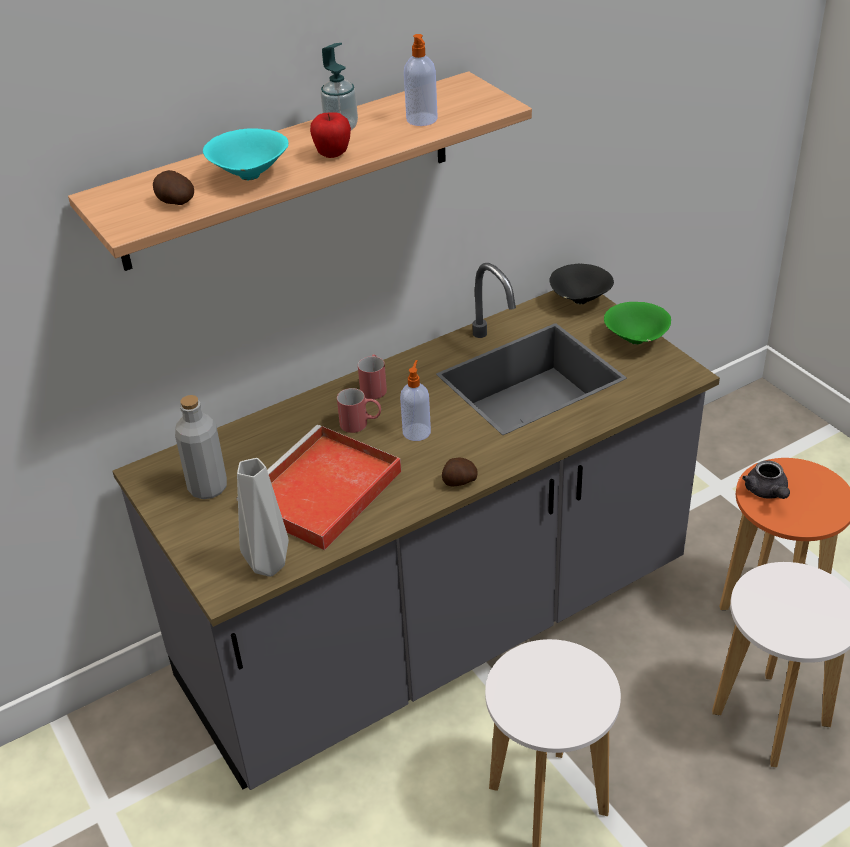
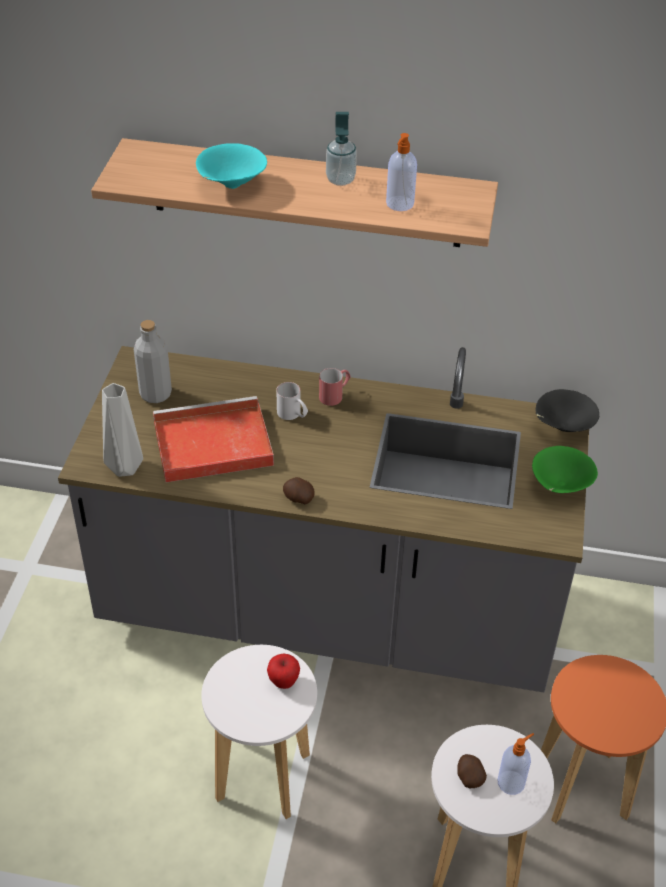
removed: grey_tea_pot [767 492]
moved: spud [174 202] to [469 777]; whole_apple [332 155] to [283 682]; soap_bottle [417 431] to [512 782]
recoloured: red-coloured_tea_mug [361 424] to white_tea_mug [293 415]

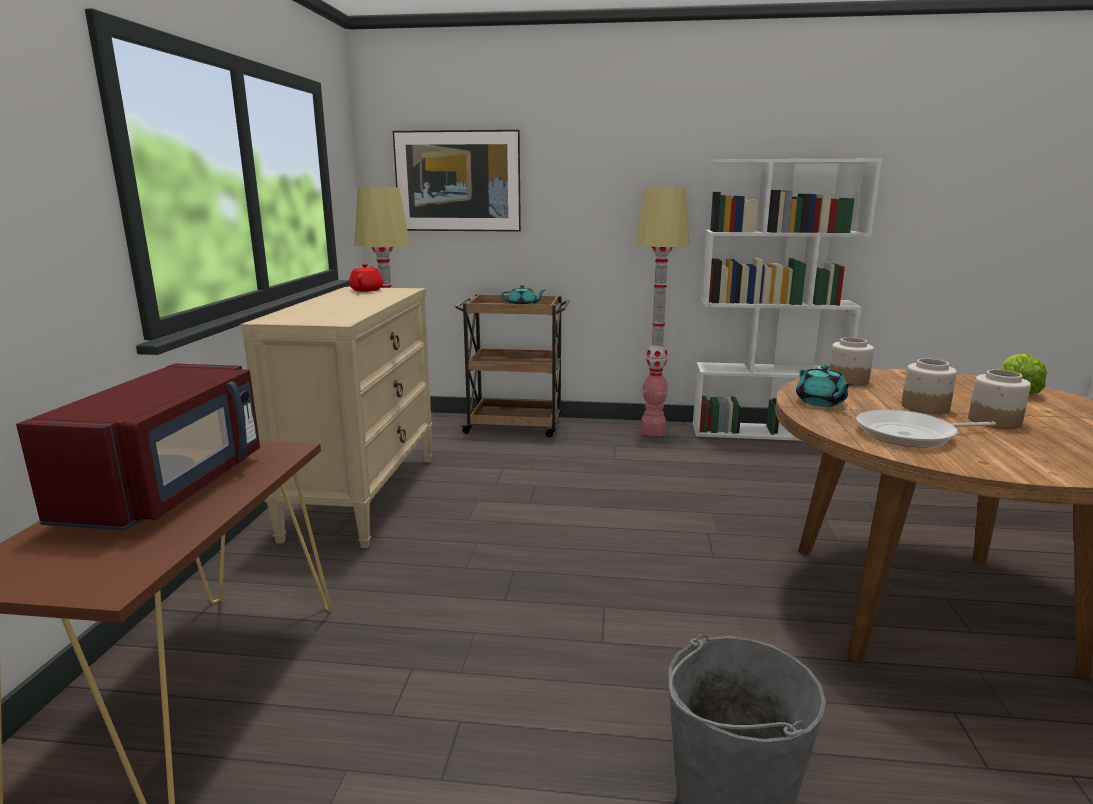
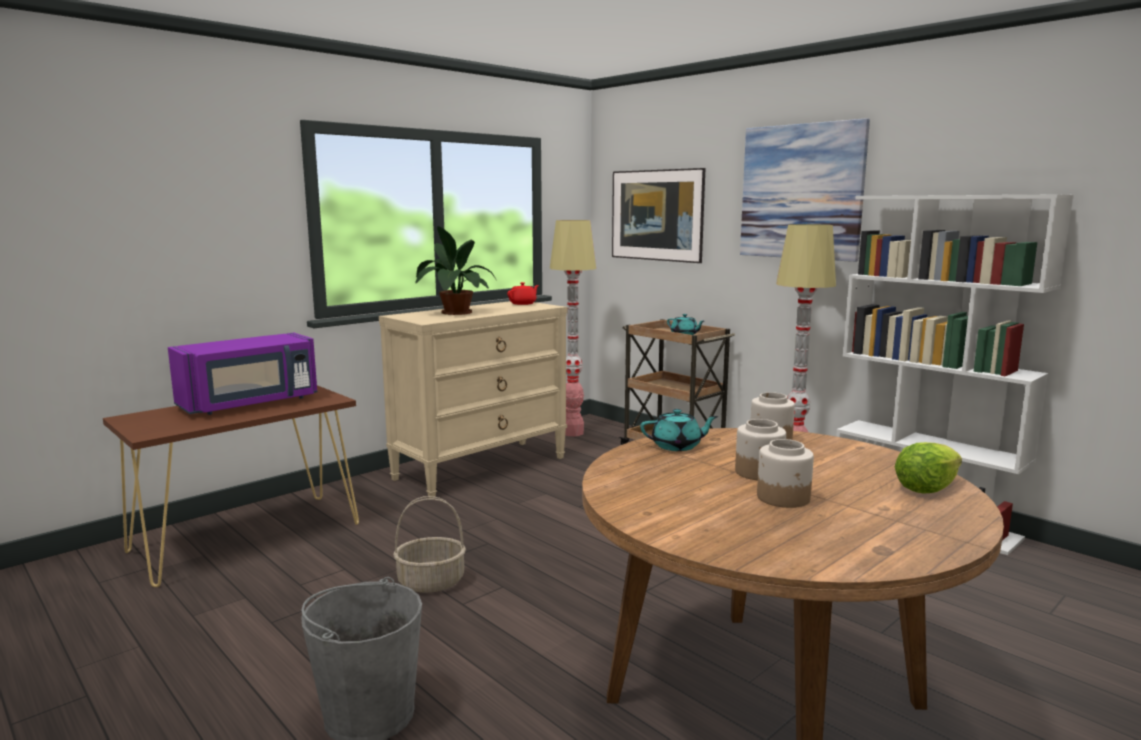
removed: pan [910 435]
added: basket [431 582]; potted_plant [454 312]; wall_picture [801 192]
recoloured: red-coloured_microwave_oven [170 488] to purple-coloured_microwave_oven [250 403]
turned: turquoise_tea_pot [821 402] = [677 446] 120 degrees counterclockwise

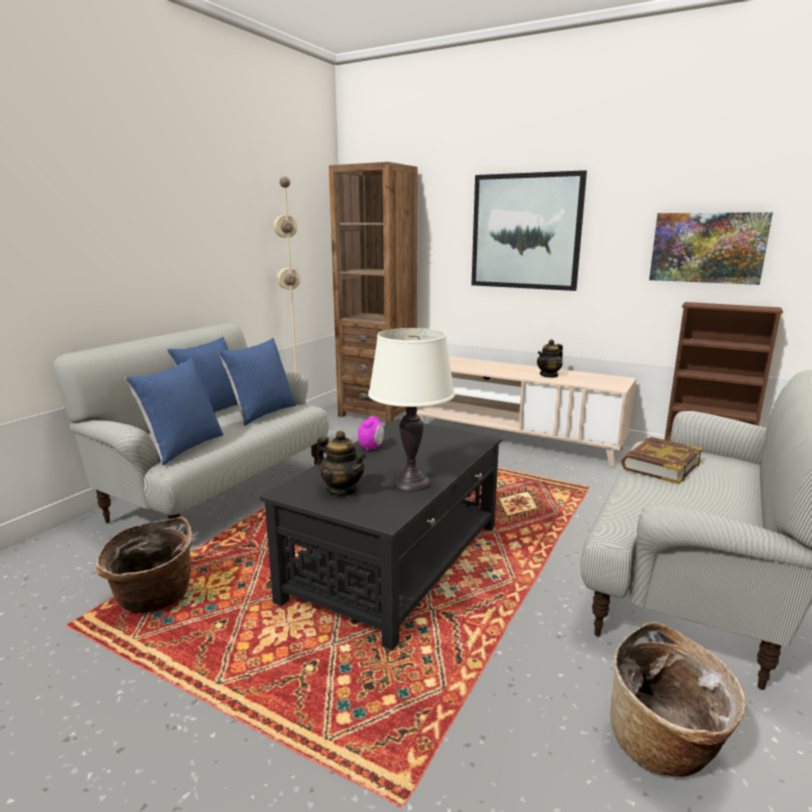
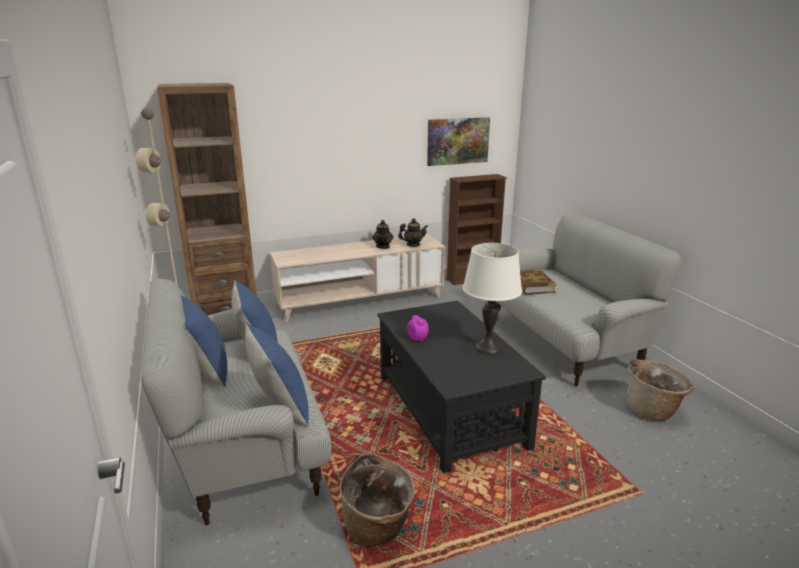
removed: wall_picture [526 232]
moved: tea_pot [342 490] to [413 245]

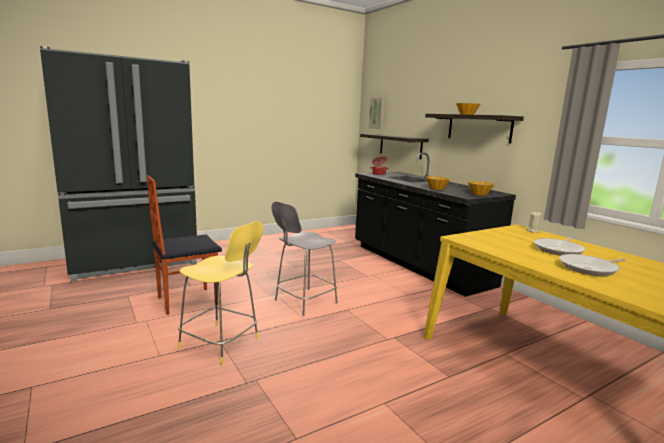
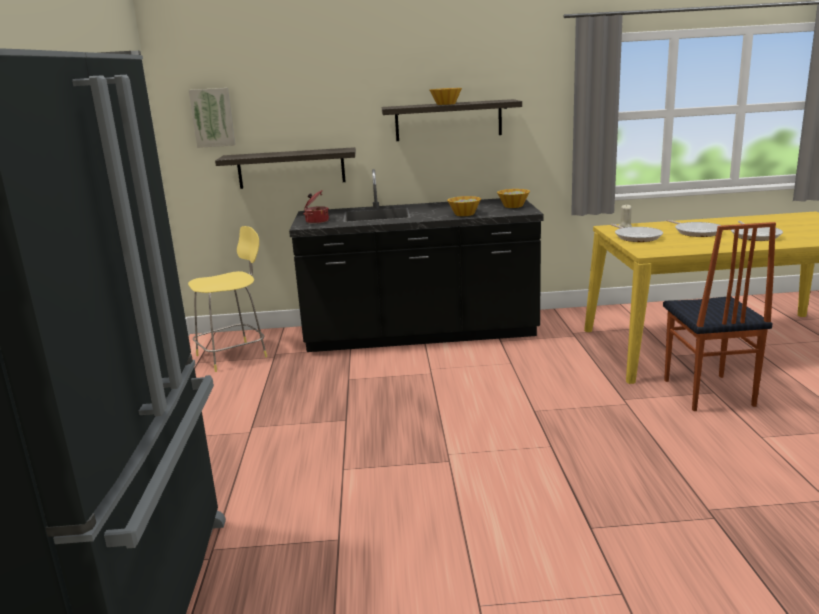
removed: grey_stool_seat [304 302]
added: pan [636 237]
moved: upright_chair [186 301] to [707 393]; yellowish_stool_seat [221 344] to [234 355]

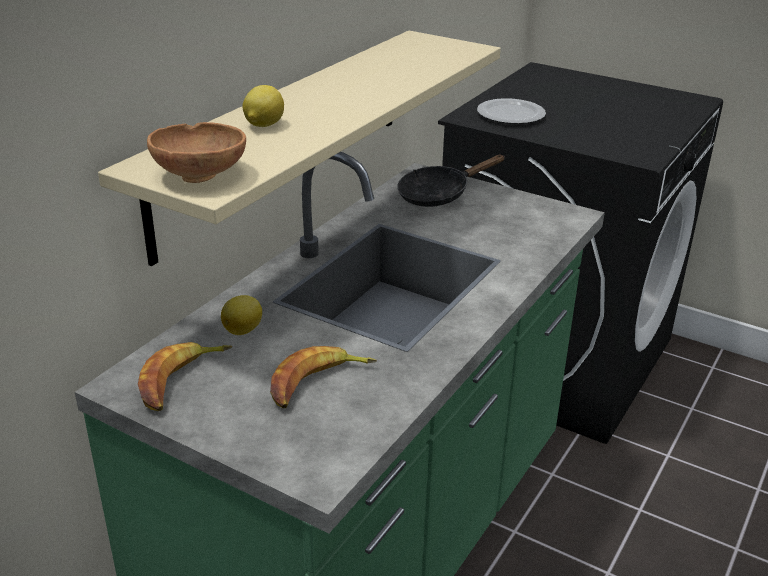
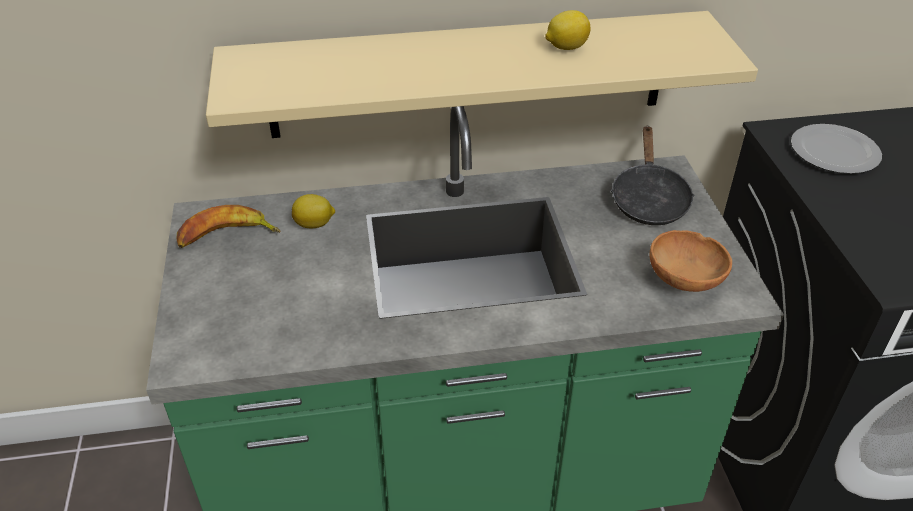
removed: banana [317 383]
moved: brownish_bowl [202 175] to [686 280]; lemon [263 125] to [566 47]
turned: blackish_pan [439 194] = [648 199] 105 degrees counterclockwise

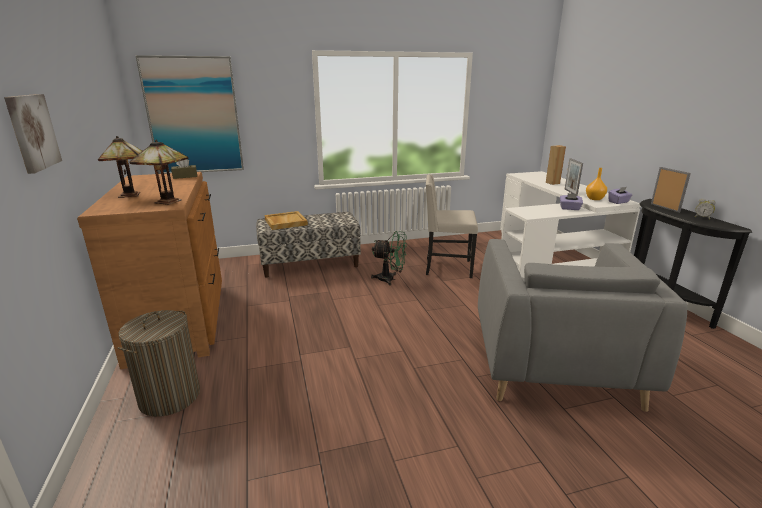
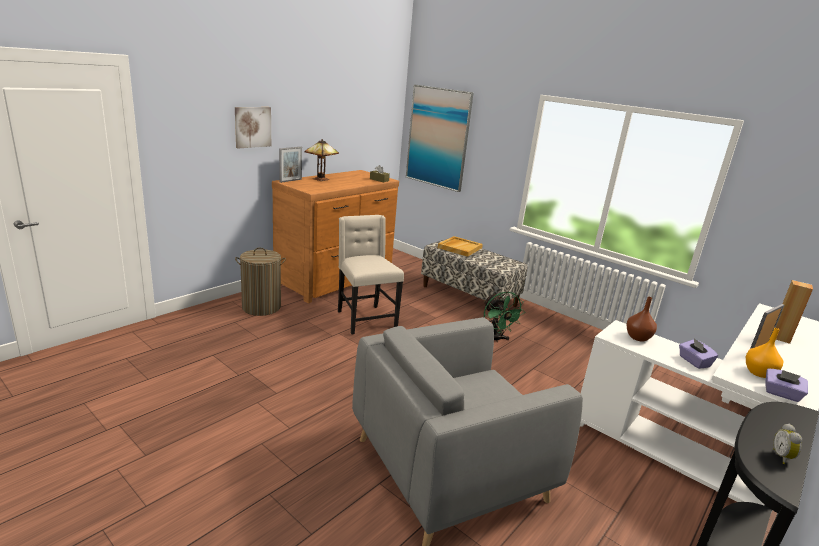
removed: lamp_for_a_table [168 202]
added: brownish_flower_vase [637 337]
moved: sand-coloured_upright_chair [447 268] to [365 319]; photo_frame [665 208] to [290 180]

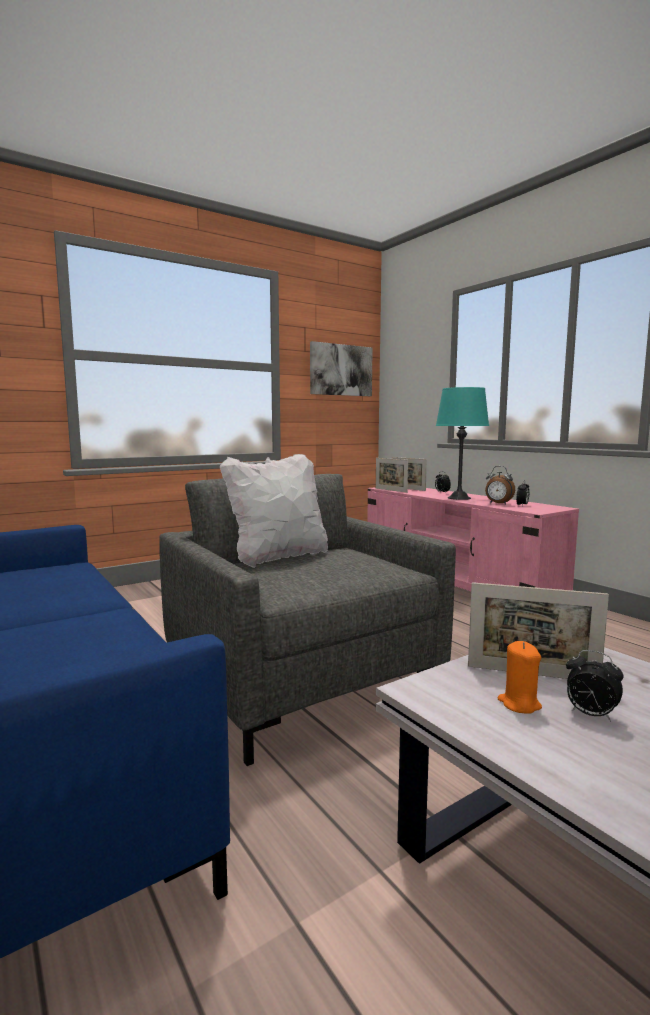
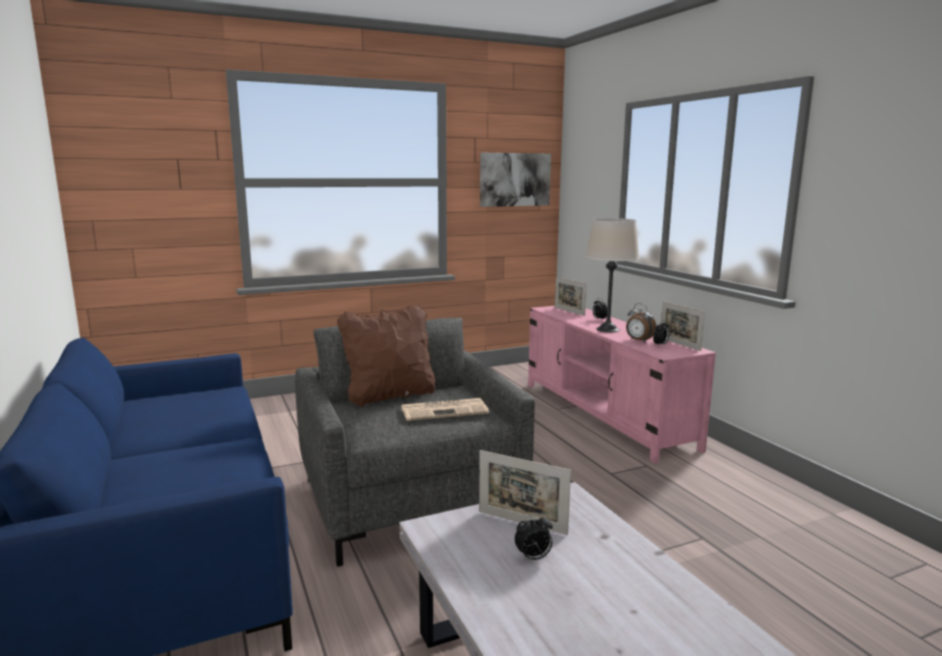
removed: orange-coloured_candle [519 704]
added: newspaper [445 410]
moved: photo_frame [391 490] to [679 344]
recoloured: white_pillow [278 557] to brownish_pillow [390 396]; turquoise_lamp_for_a_table [459 498] to sand-coloured_lamp_for_a_table [607 329]
turned: alarm_clock [590 715] = [533 558] 60 degrees counterclockwise

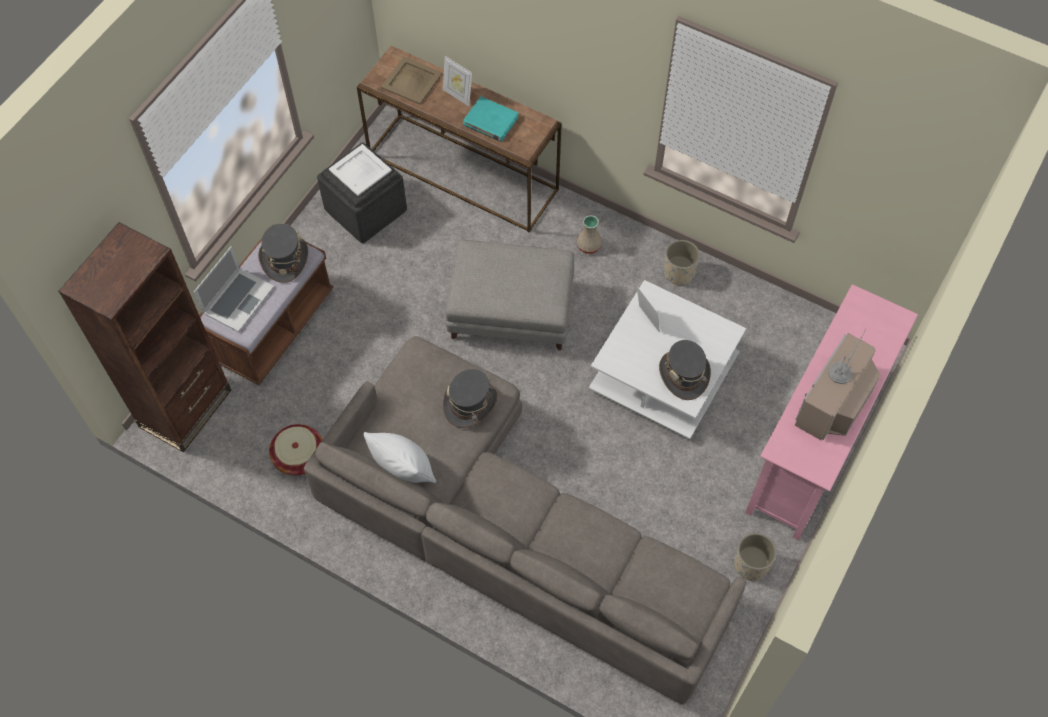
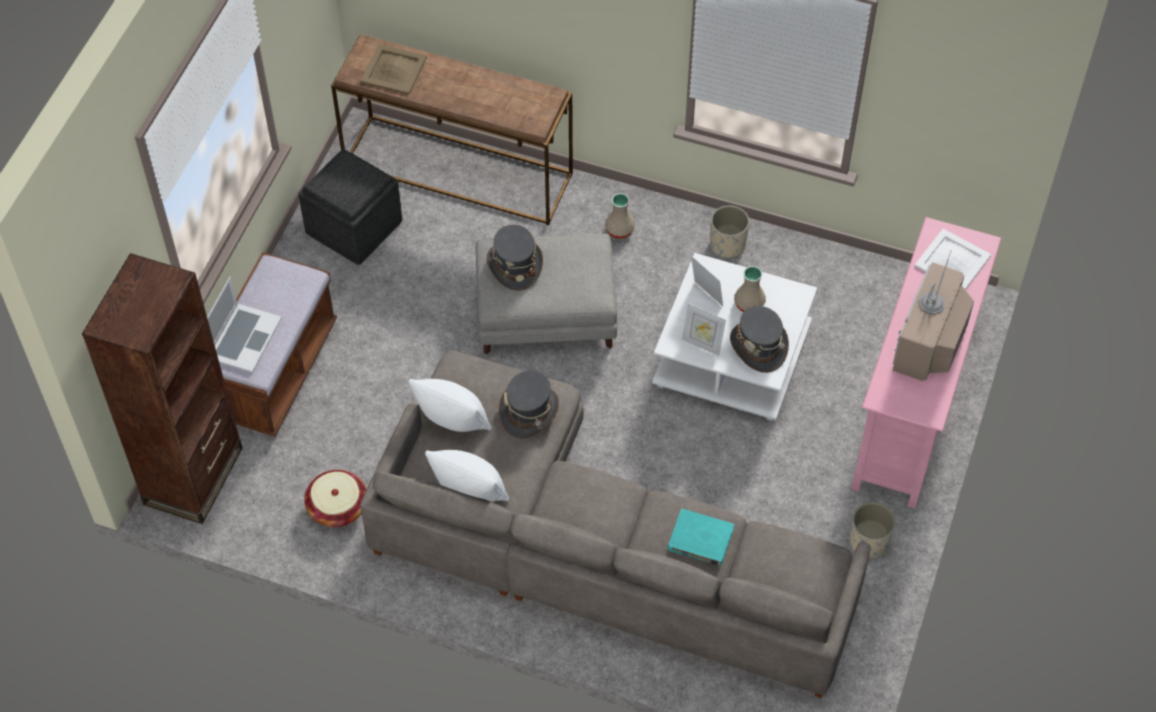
added: white_pillow [452 422]; sand-coloured_flower_vase [750 303]
moved: grey_wearable_hat [284 259] to [514 265]; white_carrying_tray [359 170] to [951 261]; photo_frame [458 95] to [702 344]; turquoise_volume [490 121] to [700 540]

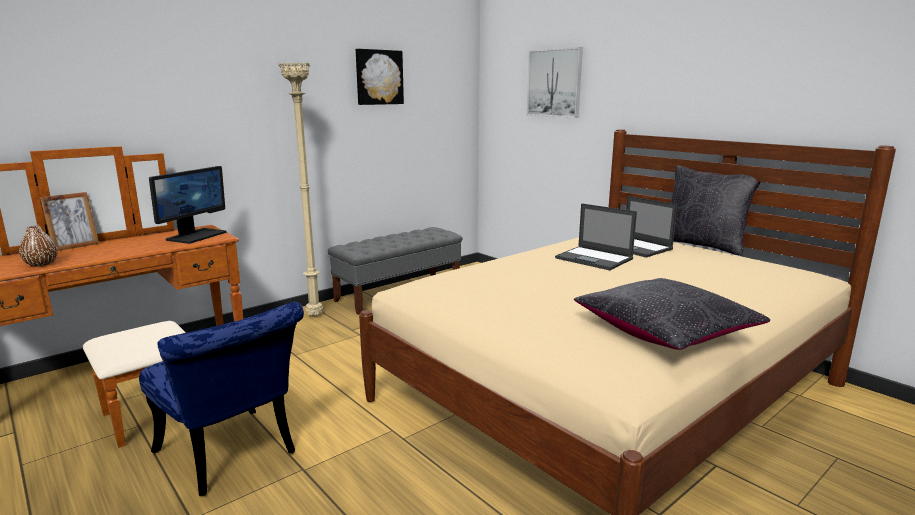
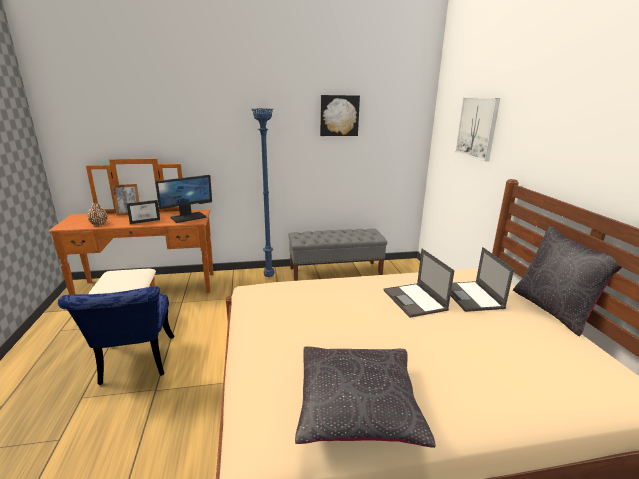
added: photo_frame [145 221]
recoloured: sand-coloured_standing_lamp [313 316] to bluish_standing_lamp [268 276]

